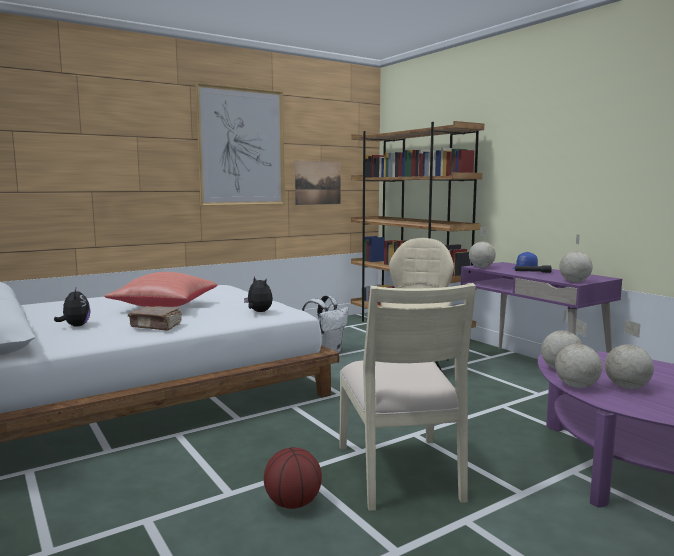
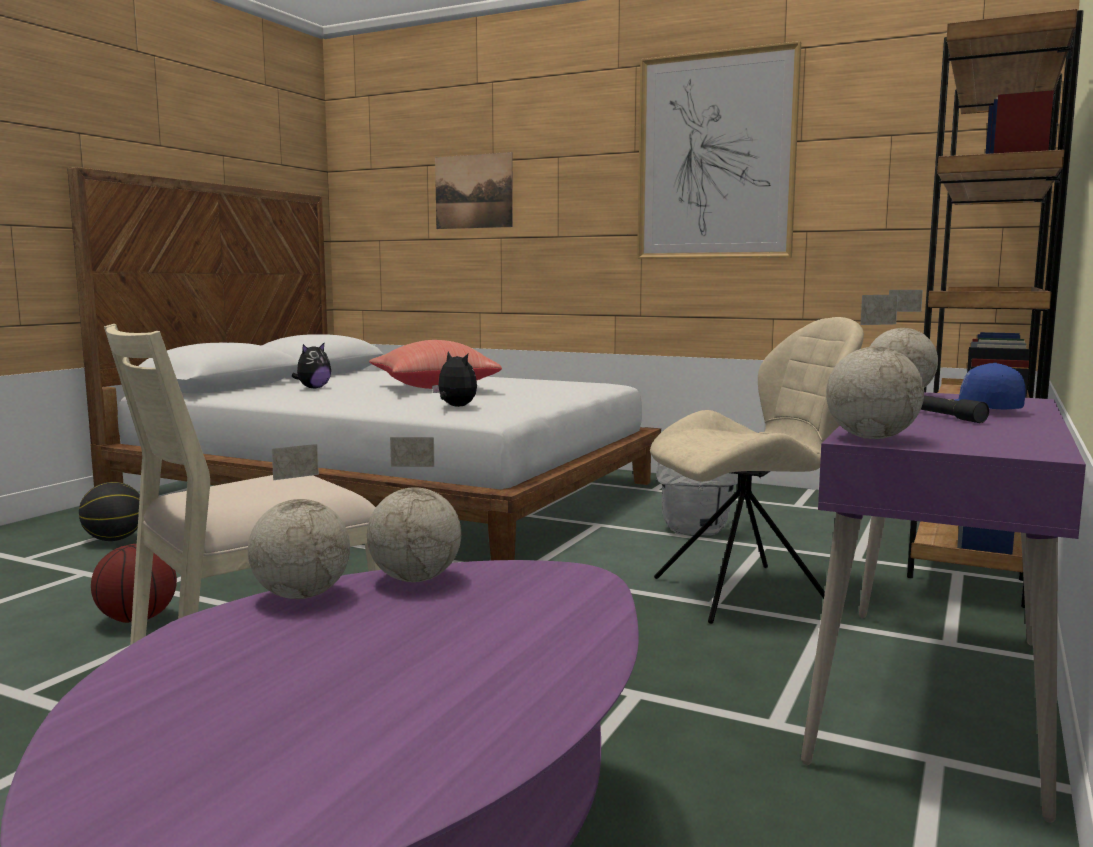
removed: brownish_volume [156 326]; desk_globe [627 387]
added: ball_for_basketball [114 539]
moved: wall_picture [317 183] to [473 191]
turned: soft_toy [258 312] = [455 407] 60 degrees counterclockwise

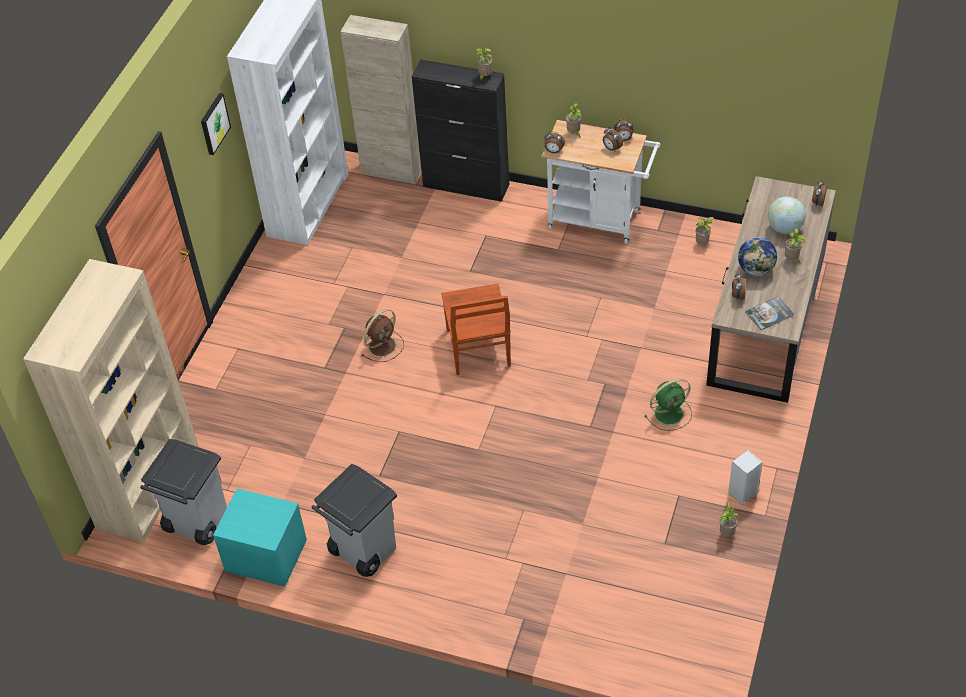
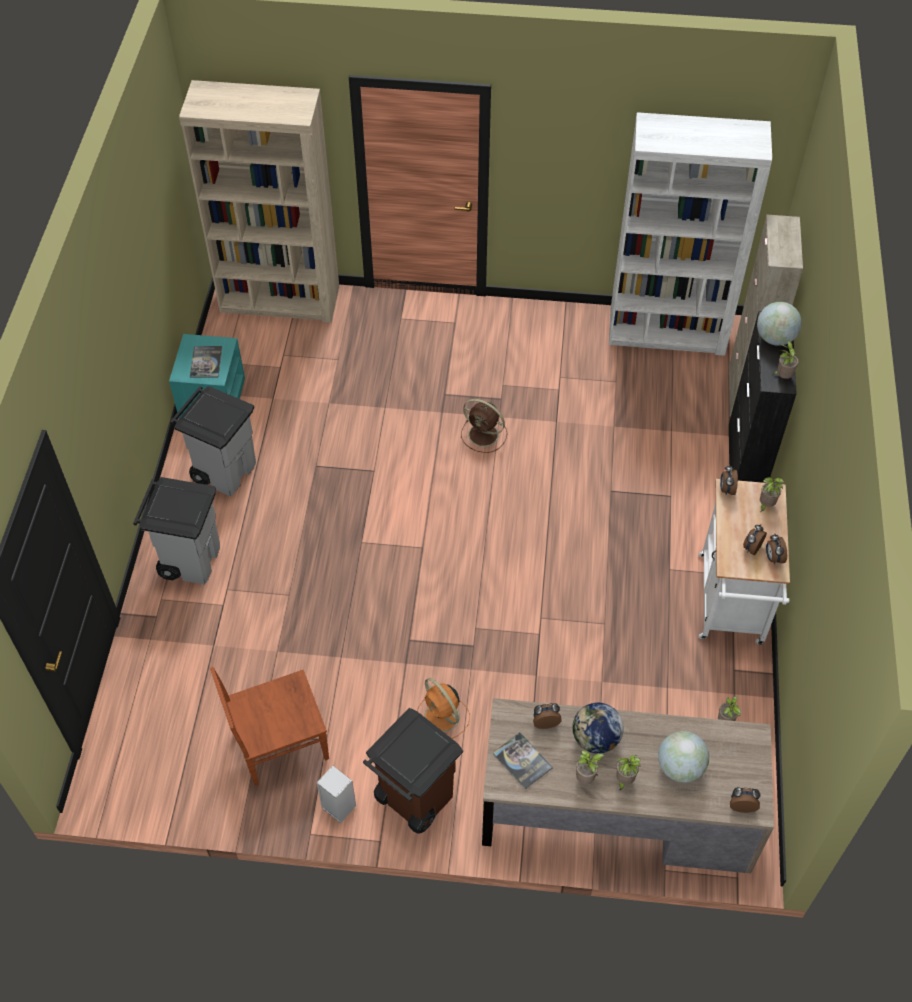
removed: wall_picture [214 123]
added: volume [206 362]; brownish_rubbish_bin [413 798]; desk_globe [775 338]
moved: grey_rubbish_bin [196 522] to [190 559]; brownish_upright_chair [478 349] to [279 744]; potted_plant [726 533] to [586 778]
recoloured: green_cooling_fan [670 413] to orange-coloured_cooling_fan [443 717]

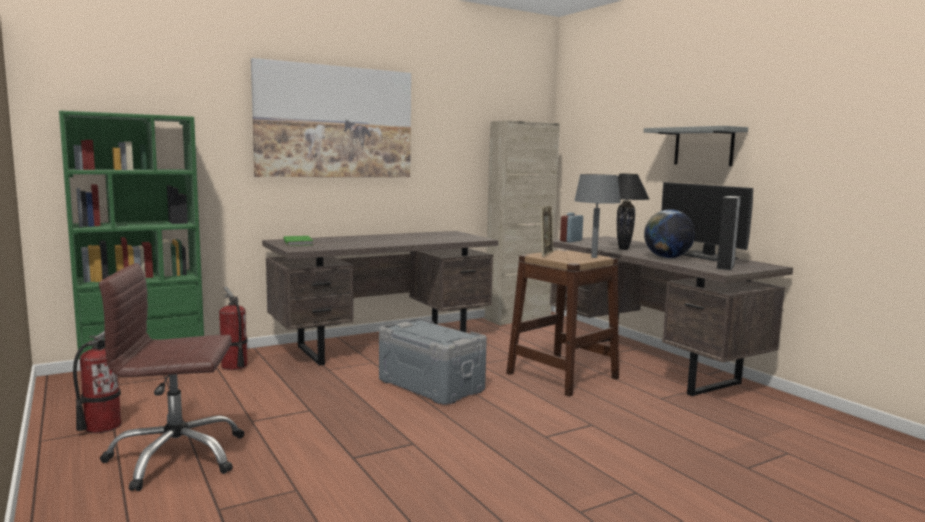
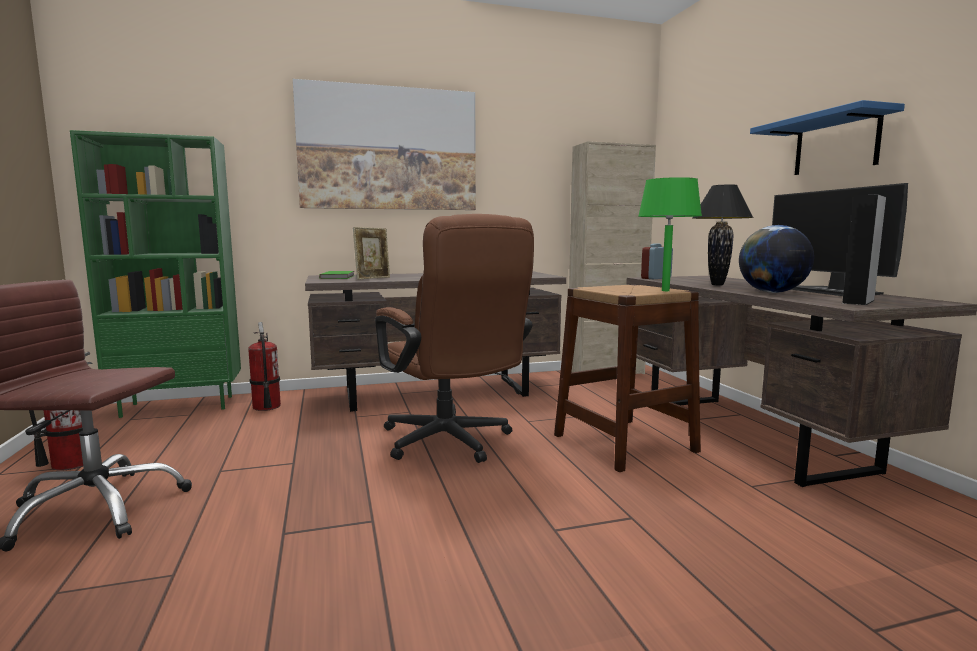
moved: photo_frame [546 254] to [373 278]
replaced: grey_storage_container [430 385] to brownish_computer_chair [452 443]
recoloured: grey_lamp_for_a_table [594 257] to green_lamp_for_a_table [665 291]; grey_bracket_shelf [703 146] to bluish_bracket_shelf [836 144]

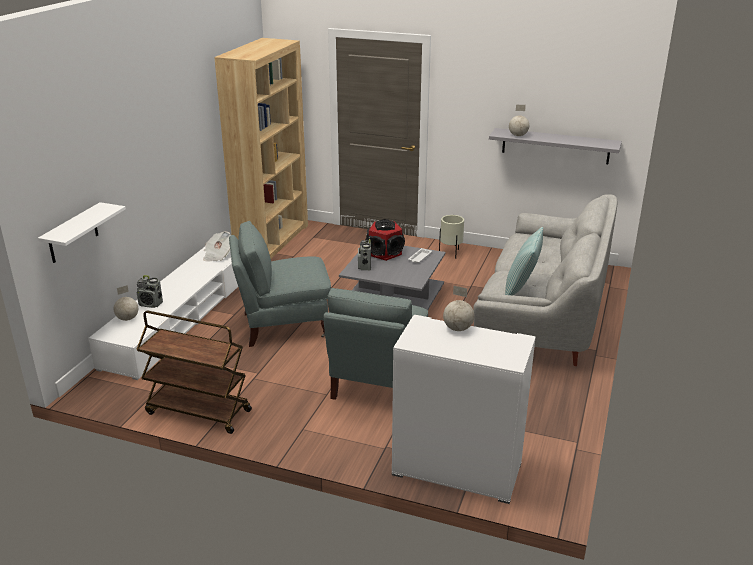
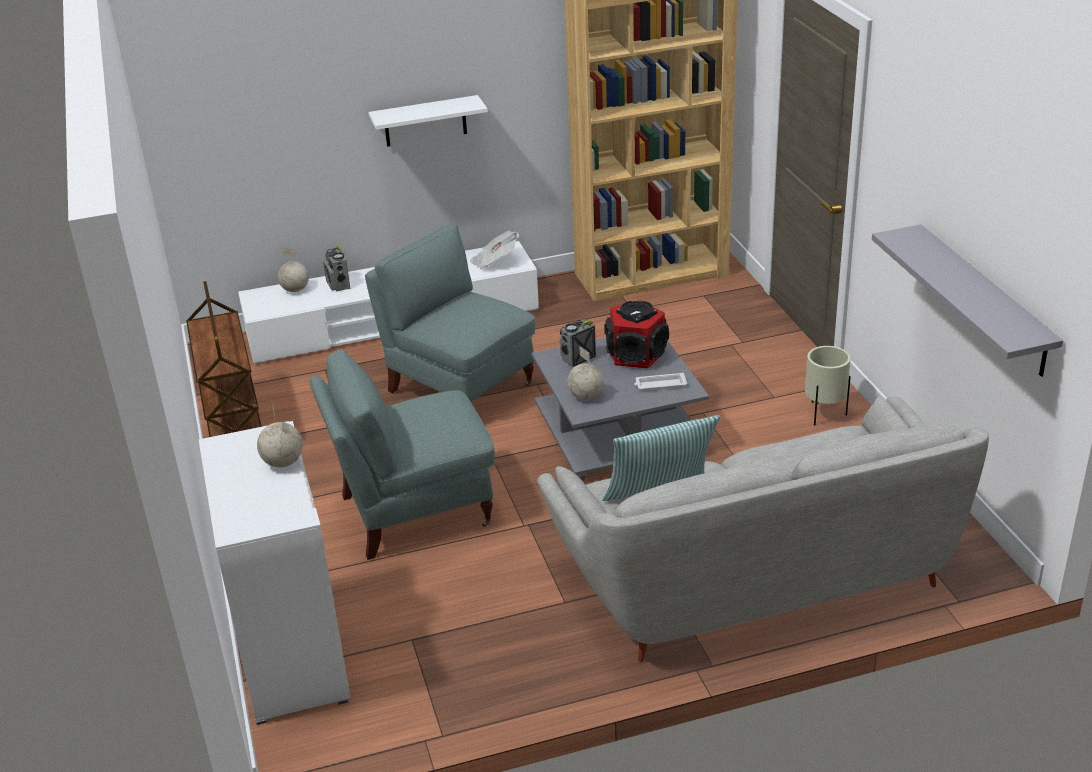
moved: white_bracket_shelf [73 233] to [425 121]; desk_globe [517 135] to [586 396]

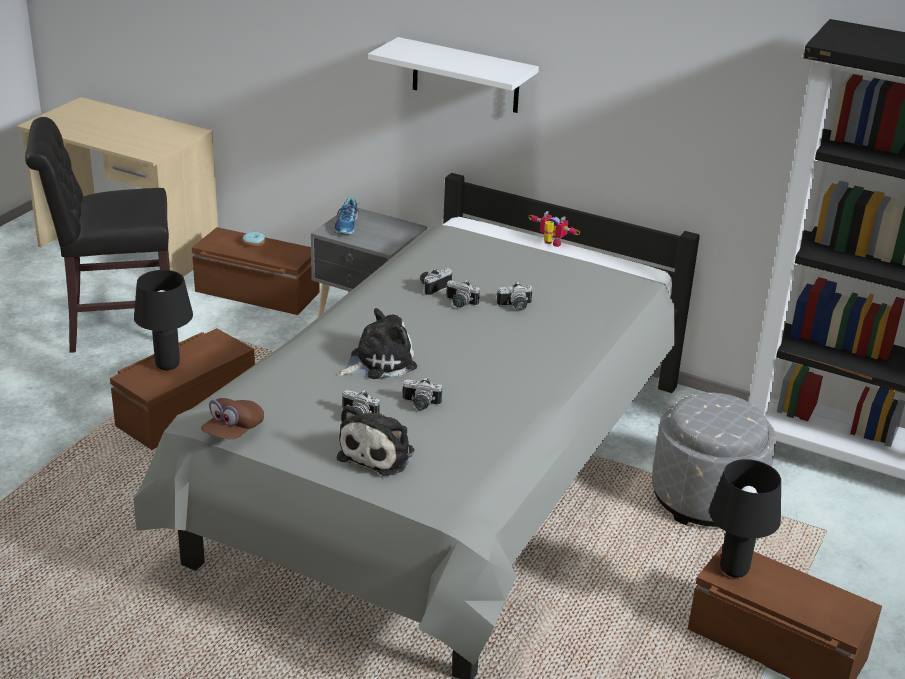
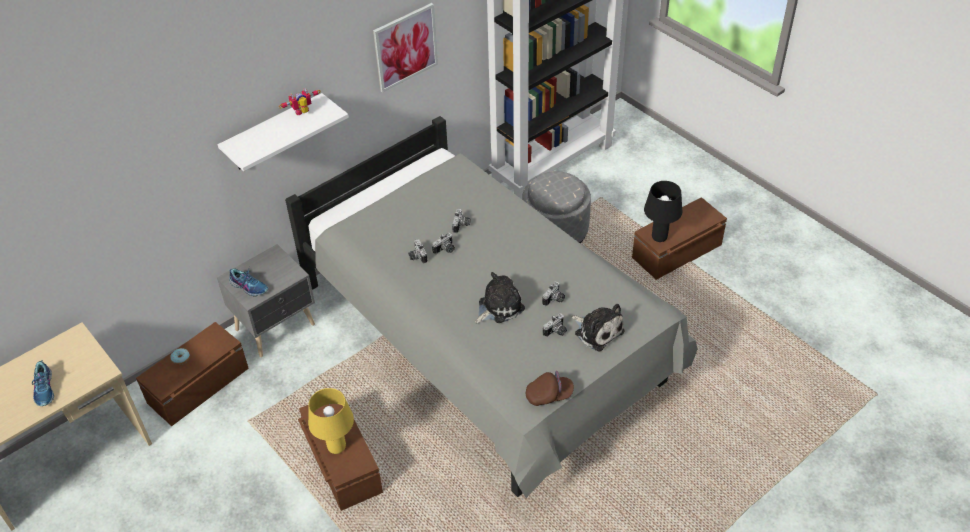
removed: blackish_upright_chair [115 327]
added: item_of_footwear [45 389]; wall_picture [405 47]
moved: robot_figure [550 244] to [303 113]
recoloured: blackish_lamp_for_a_table [167 365] to yellowish_lamp_for_a_table [336 447]
turned: brownish_baseball_cap [233 432] = [549 395] 60 degrees counterclockwise; soft_toy [379 362] = [498 307] 60 degrees clockwise

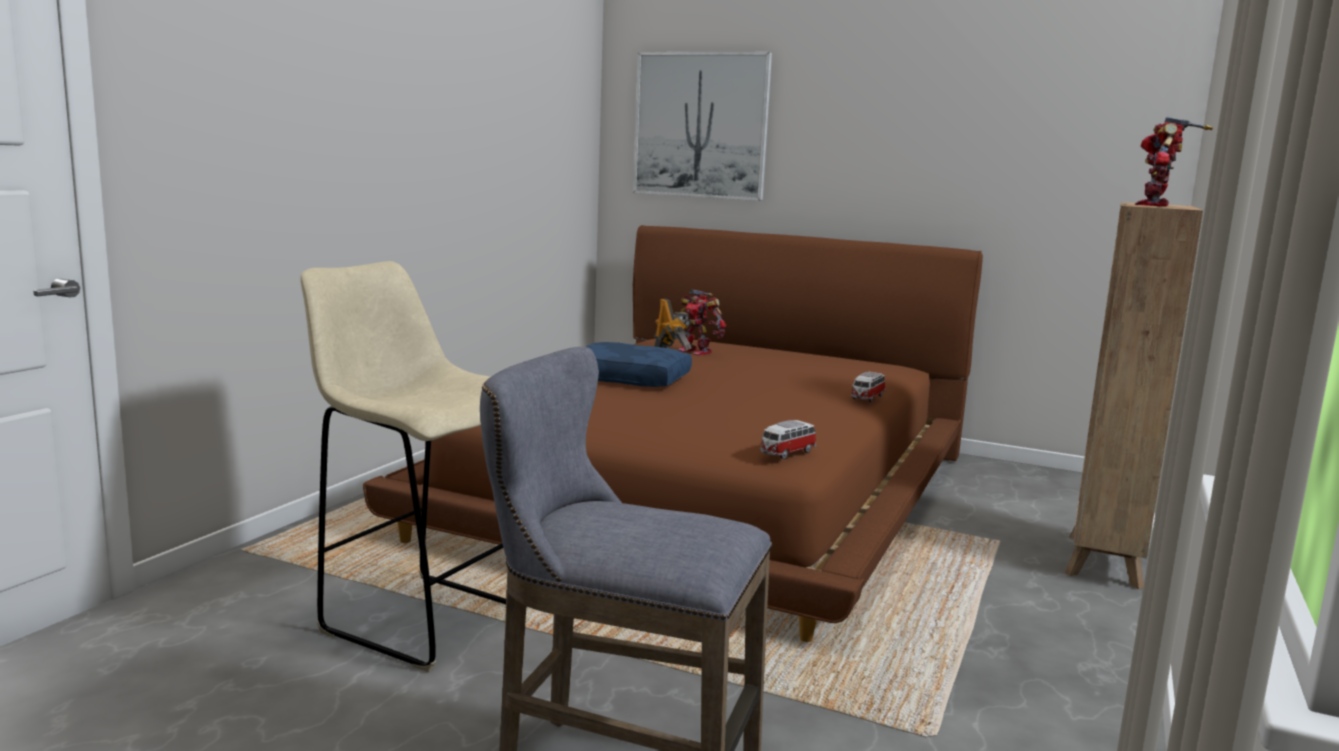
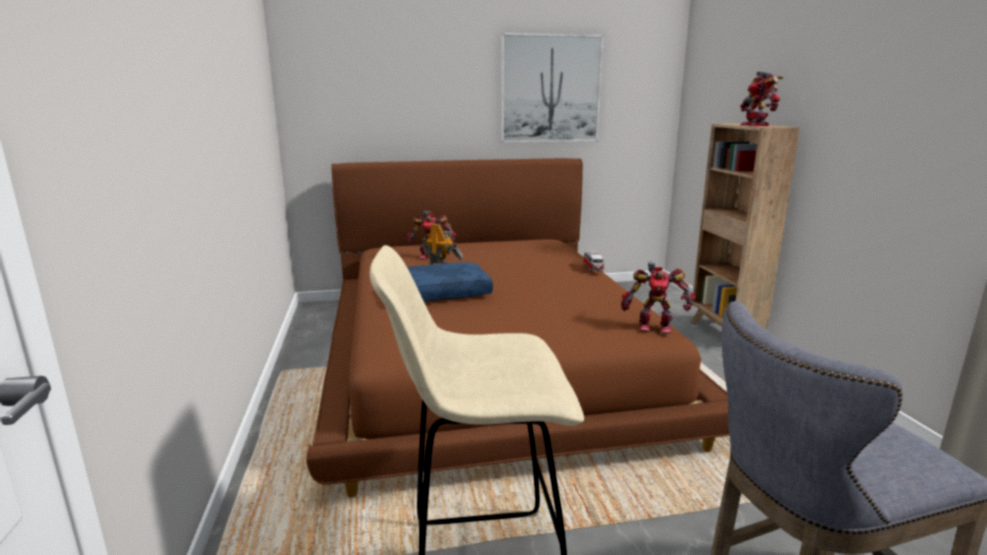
moved: wall_picture [700 125] to [550 89]
replaced: miniature_car [786 453] to robot_figure [654 326]

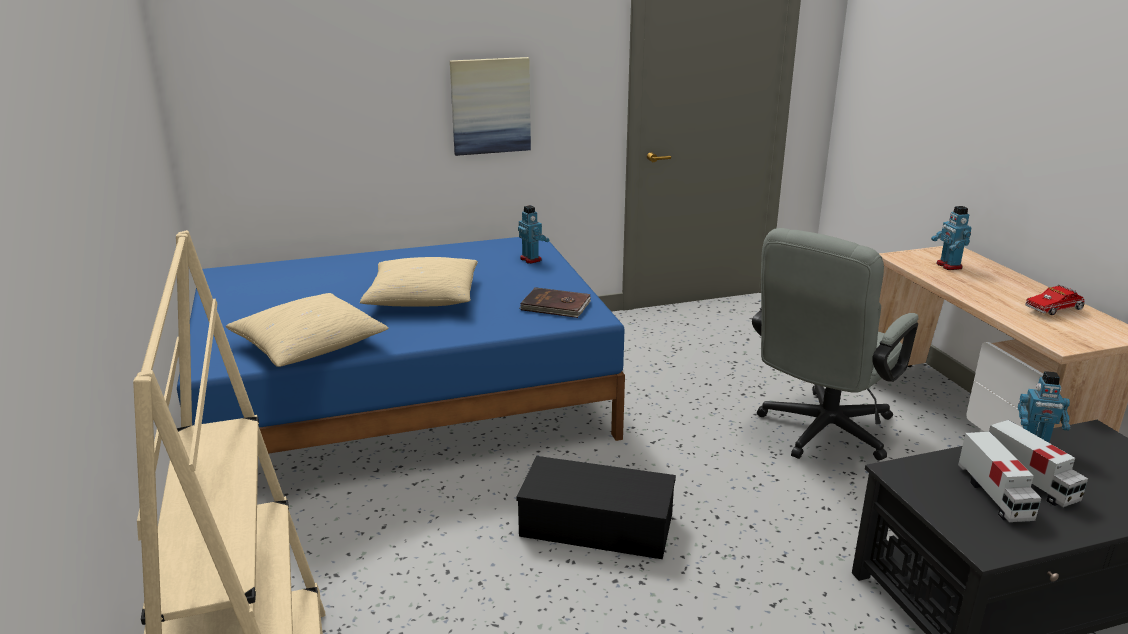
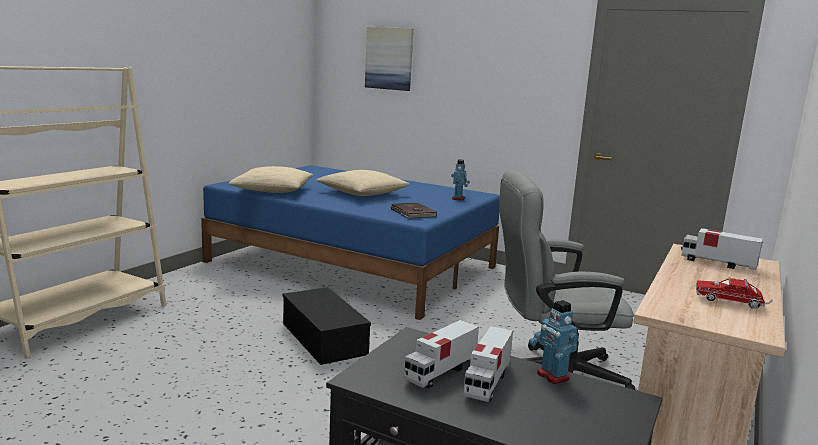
moved: wall_picture [490 106] to [389 58]
replaced: robot_figure [948 266] to model_truck [717 263]

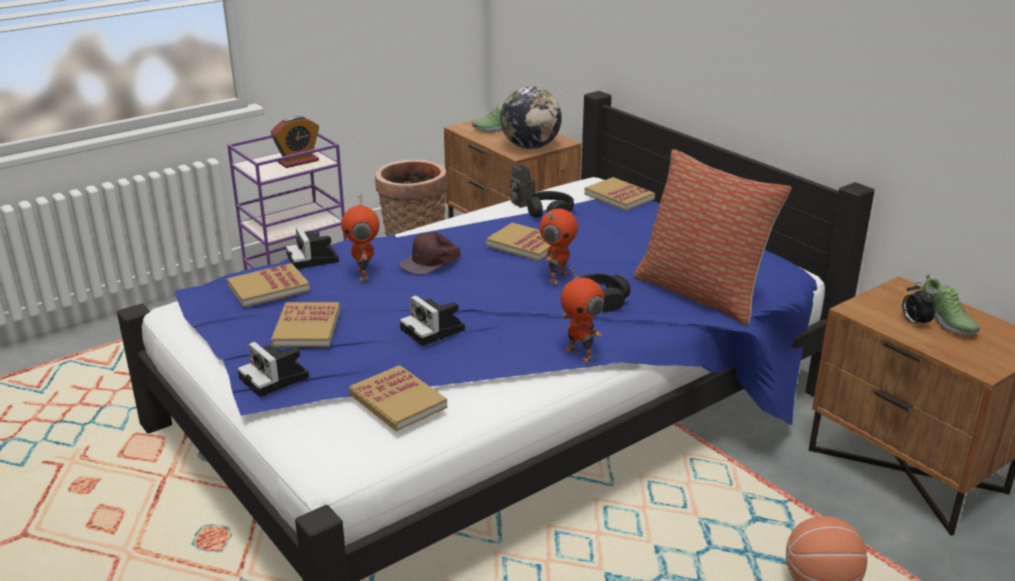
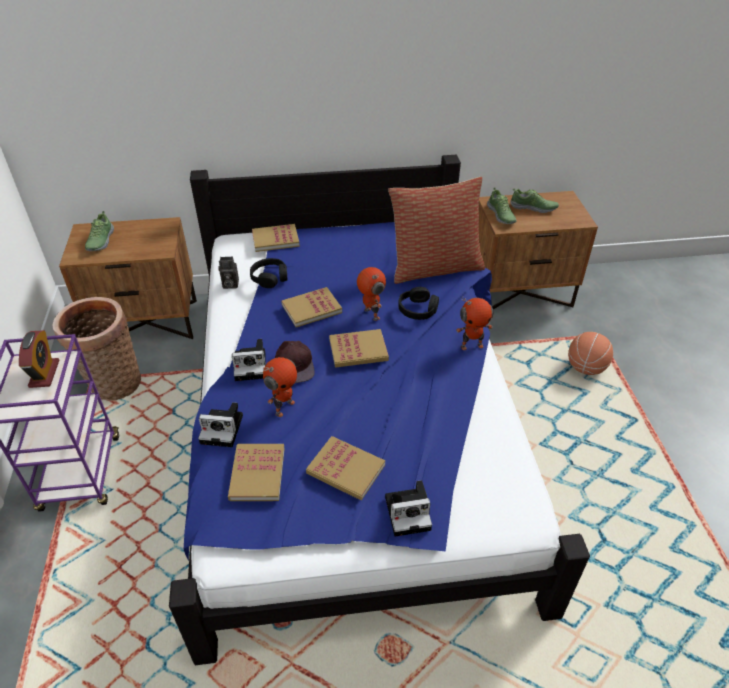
removed: desk_globe [530 147]; alarm_clock [914 322]
added: item_of_footwear [501 215]
moved: volume [397 401] to [358 350]; still_camera [434 330] to [252 365]
turned: robot_figure [364 274] = [283 407] 75 degrees counterclockwise

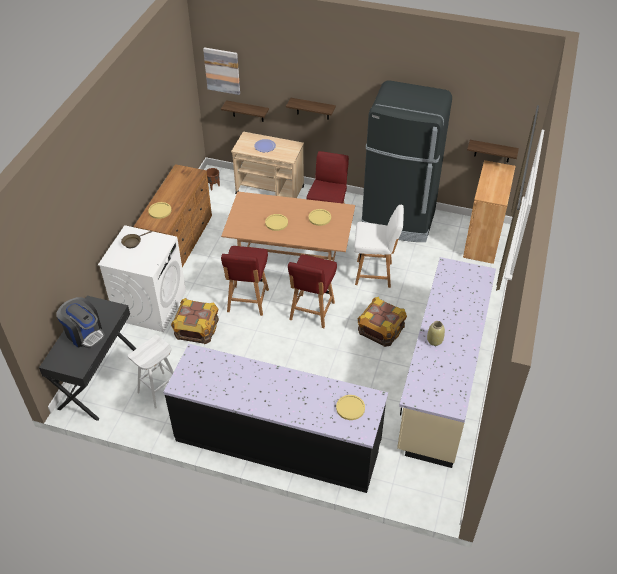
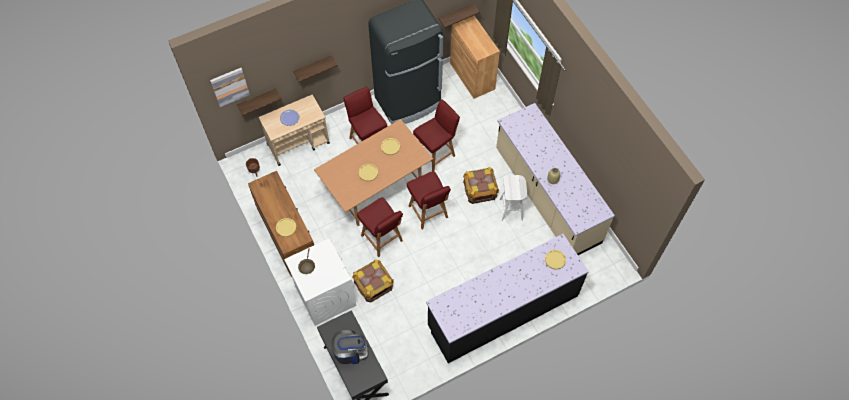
moved: white_stool_seat [159 391] to [511 210]
recoloured: white_upright_chair [375 274] to red-coloured_upright_chair [436 154]

